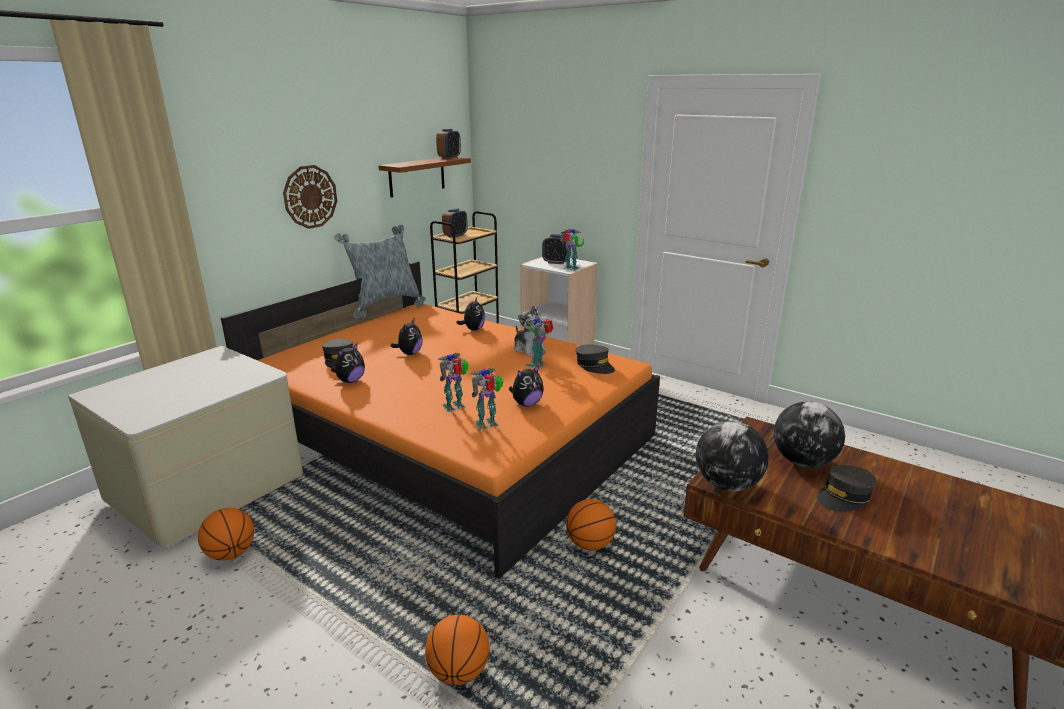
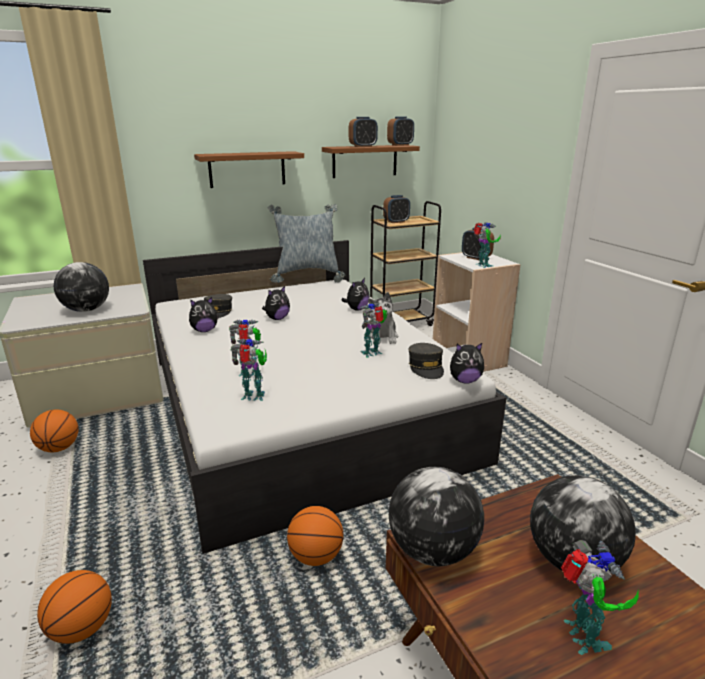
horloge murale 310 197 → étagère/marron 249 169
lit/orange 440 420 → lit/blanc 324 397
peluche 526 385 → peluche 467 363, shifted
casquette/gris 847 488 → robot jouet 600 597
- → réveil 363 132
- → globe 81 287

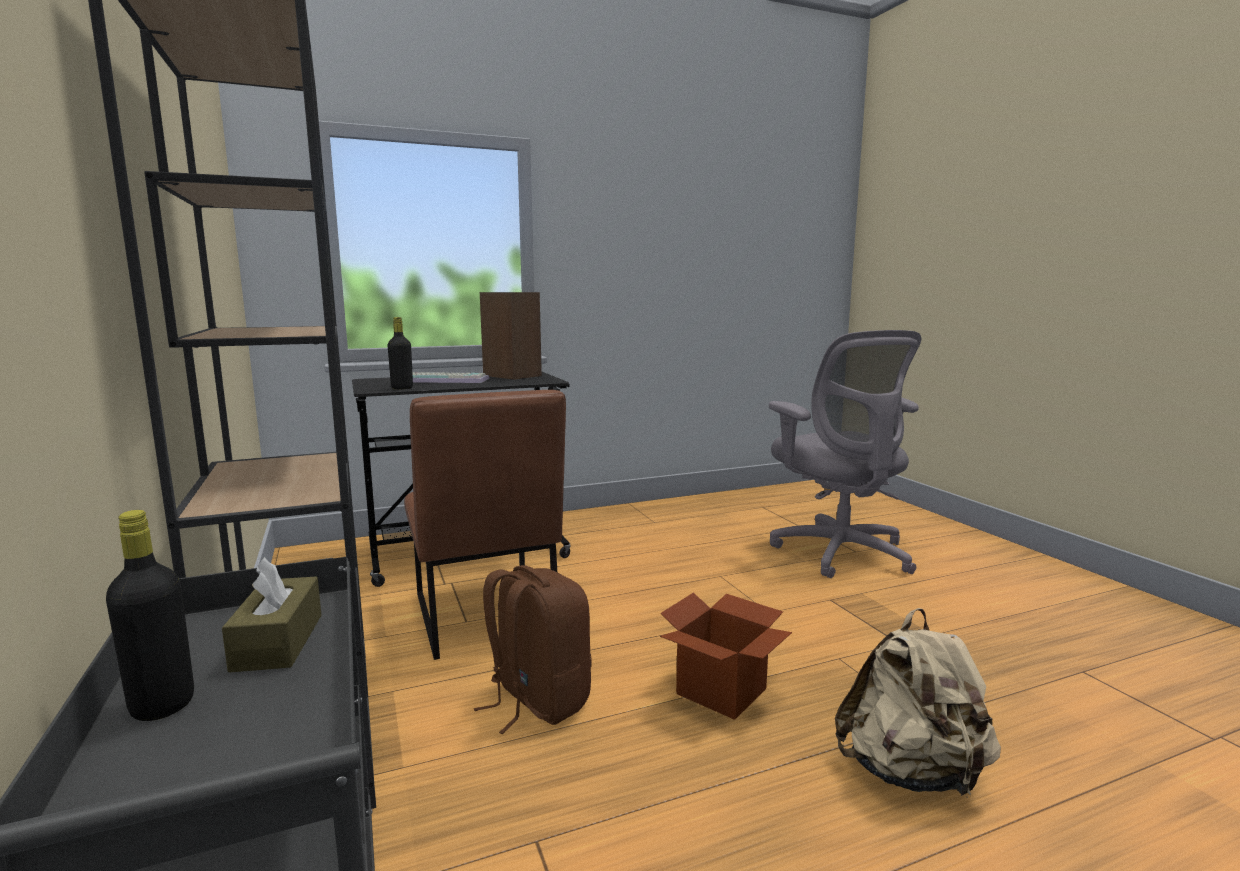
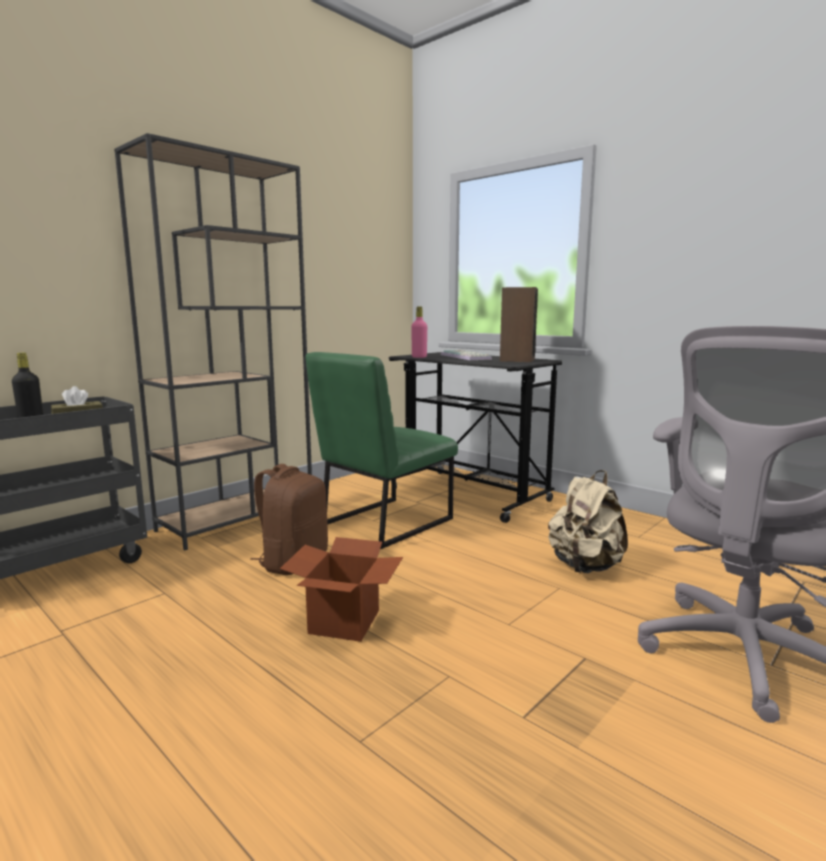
bouteille/noir 400 353 → bouteille/rose 419 332
chaise/marron 485 525 → chaise/vert 382 450
sac à dos/beige 918 703 → sac à dos/beige 588 521, shifted

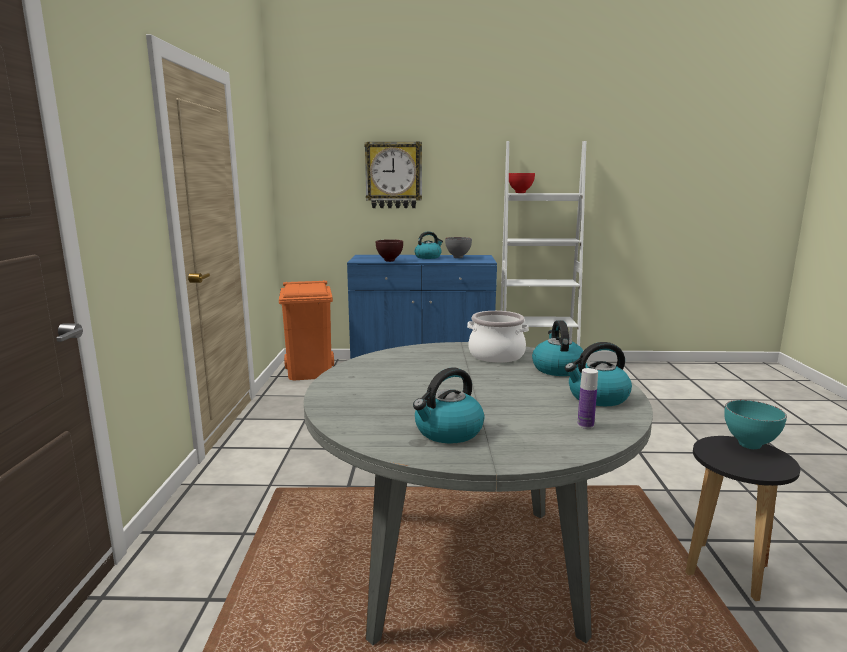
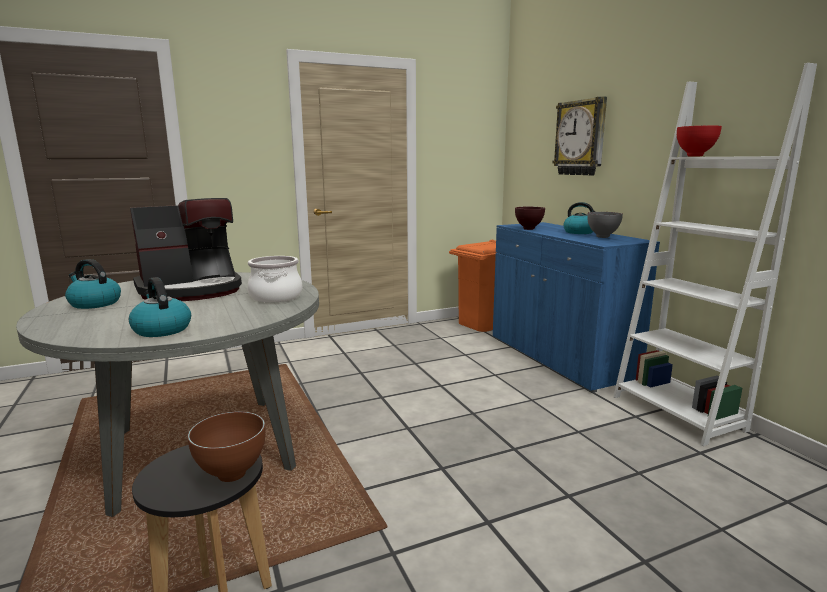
bouilloire 557 348 → -
bouteille 587 398 → -
bol/turquoise 755 424 → bol/marron 226 446
- → machine à café 186 249

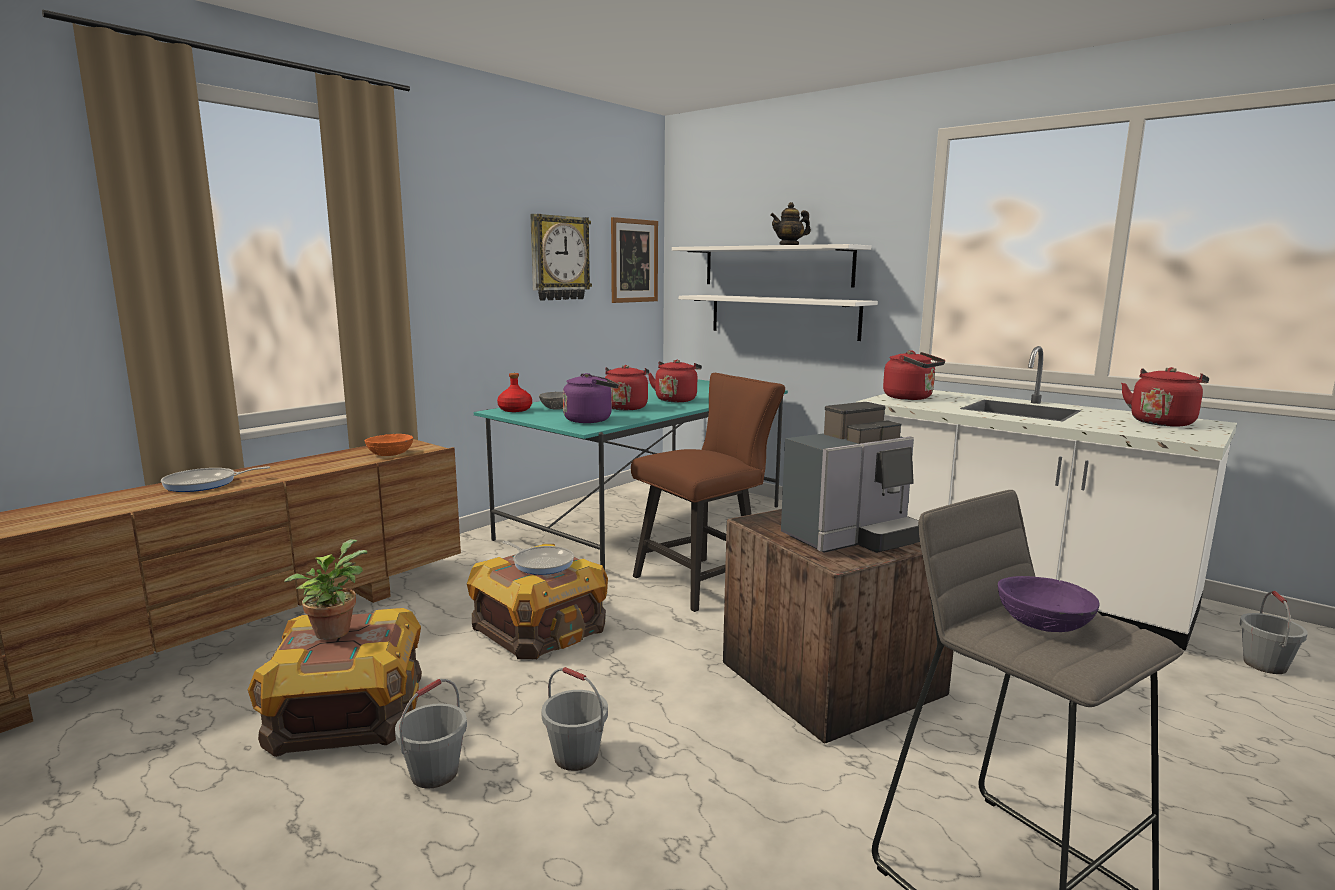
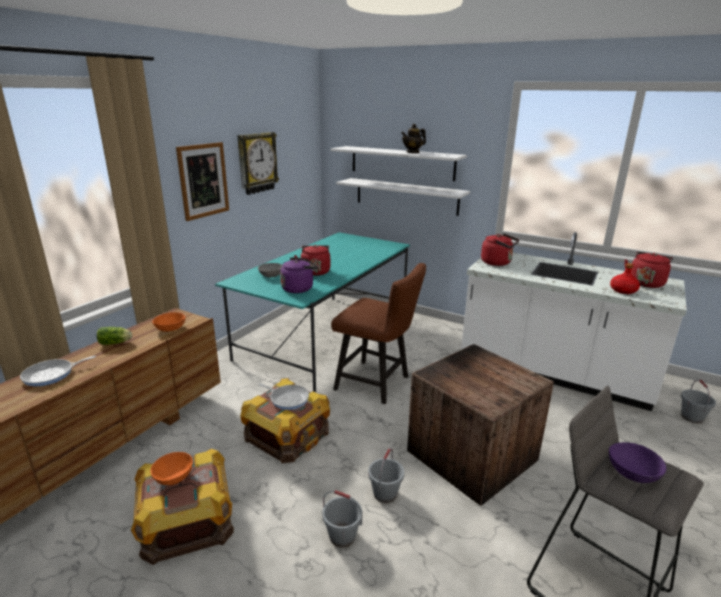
tableau 634 260 → tableau 202 181, shifted
bouilloire/rouge 675 381 → -
bouteille/rouge 514 392 → bouteille/rouge 625 278, shifted
chaise/marron 708 492 → chaise/marron 378 333, 75 degrees clockwise
machine à café 850 477 → -
plante en pot 326 589 → bol/orange 171 468
seau/gris 431 734 → seau/gris 386 475, shifted
- → laitue 114 336

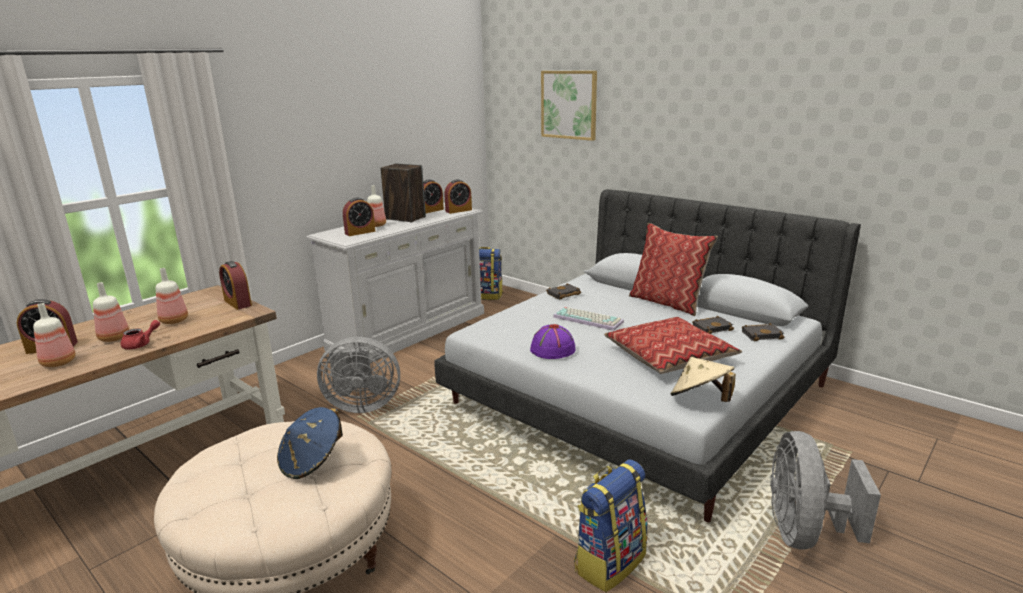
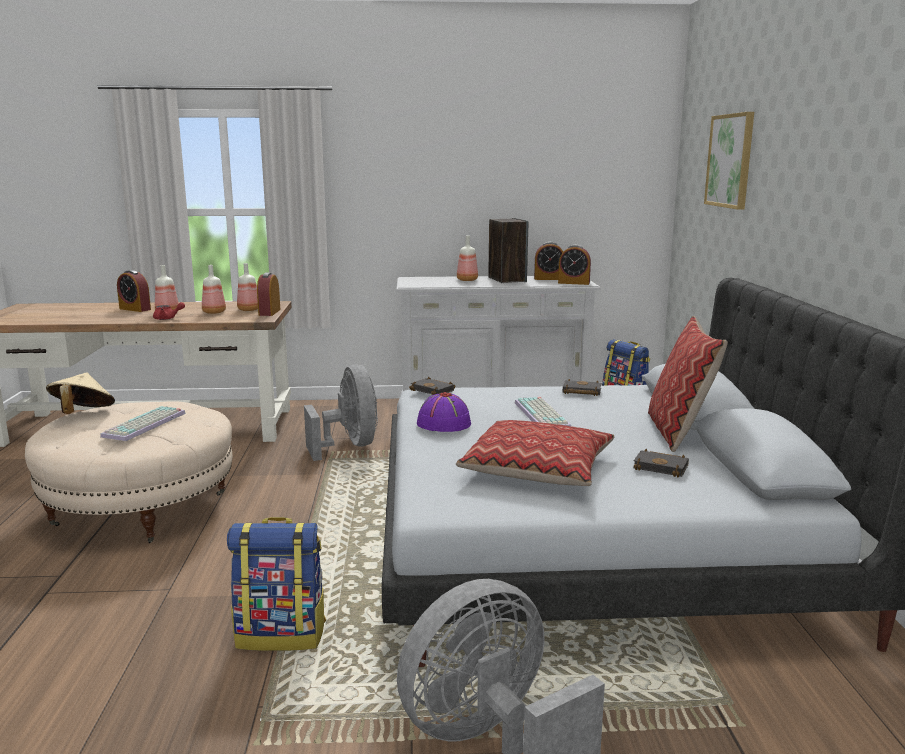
réveil 359 216 → -
bouteille 54 335 → bouteille 247 287, shifted
livre/noir 763 332 → livre/noir 432 386, shifted
ventilateur/gris 358 375 → ventilateur/gris 341 413, 150 degrees counterclockwise
chapeau/beige 703 379 → chapeau/beige 80 393, shifted
chapeau/bleu 310 443 → clavier 143 423

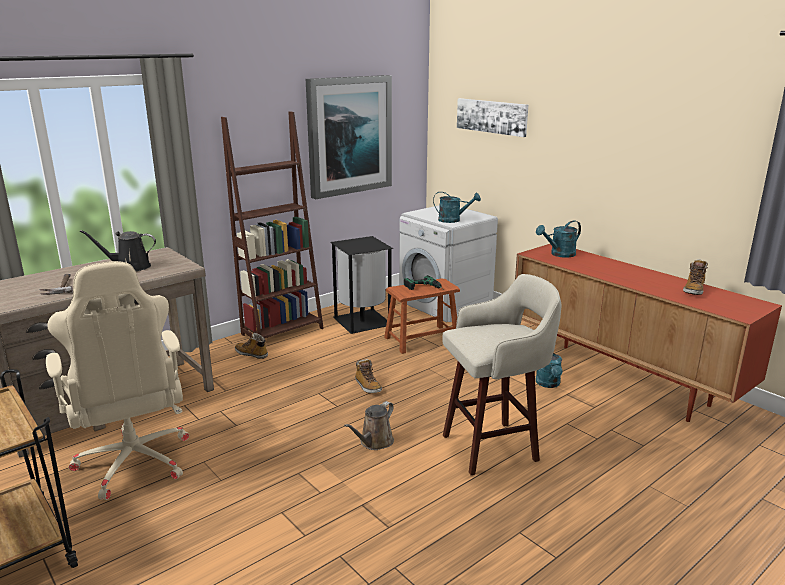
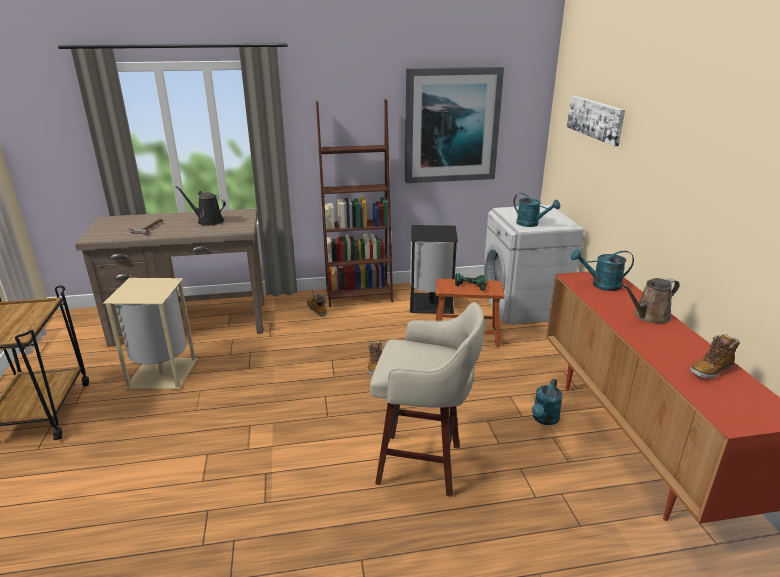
chaise de bureau/beige 117 380 → poubelle/beige 150 333
arrosoir/marron 369 425 → arrosoir/marron 651 300, shifted

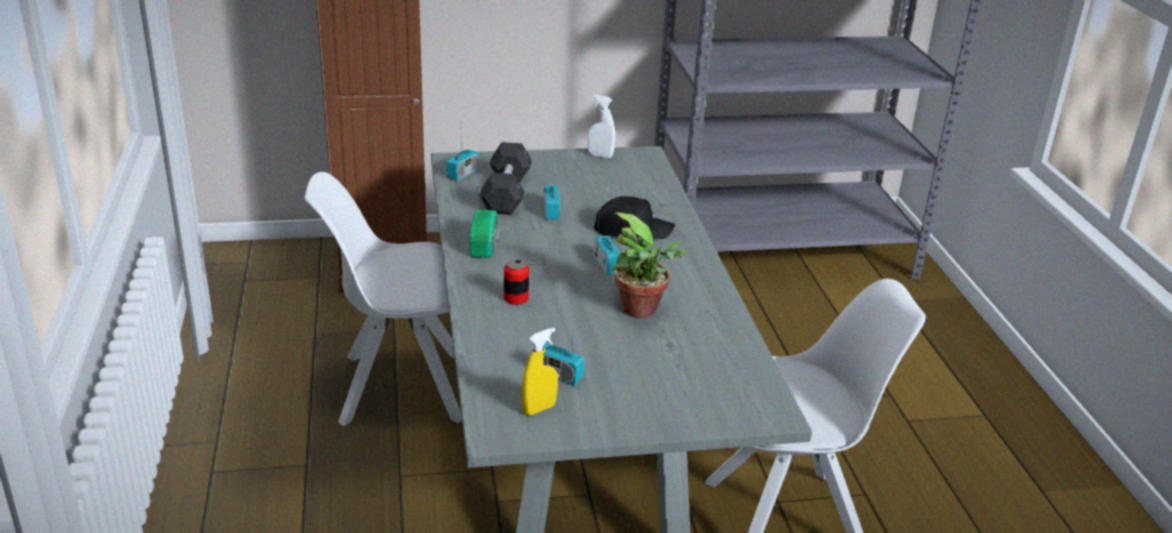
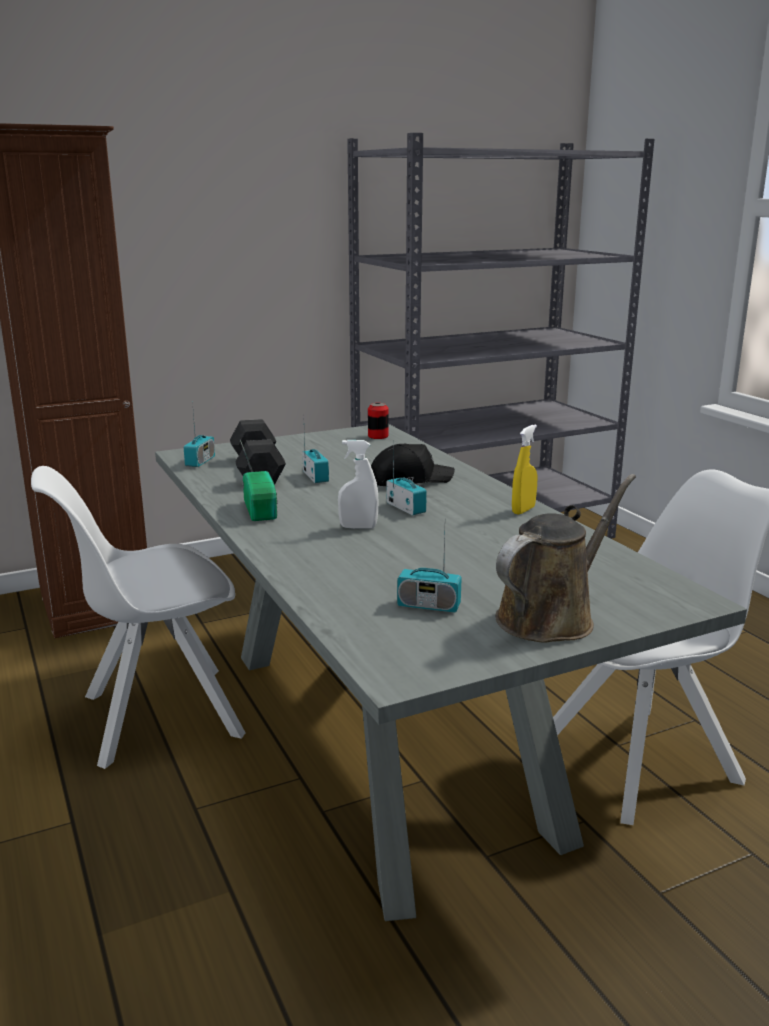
vaporisateur/blanc 601 126 → vaporisateur/blanc 358 484, shifted
plante en pot 648 265 → -
boîte métallique 516 282 → boîte métallique 378 421, shifted
vaporisateur/jaune 539 371 → vaporisateur/jaune 525 469, shifted
- → arrosoir/marron 565 558

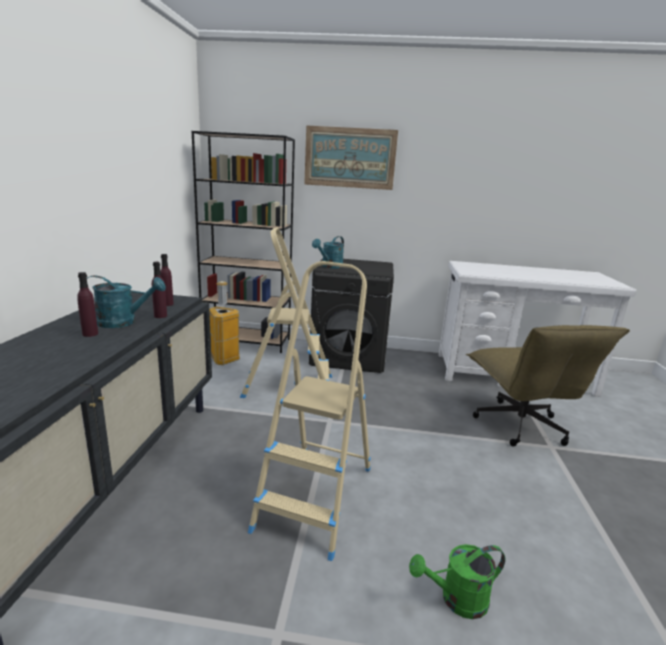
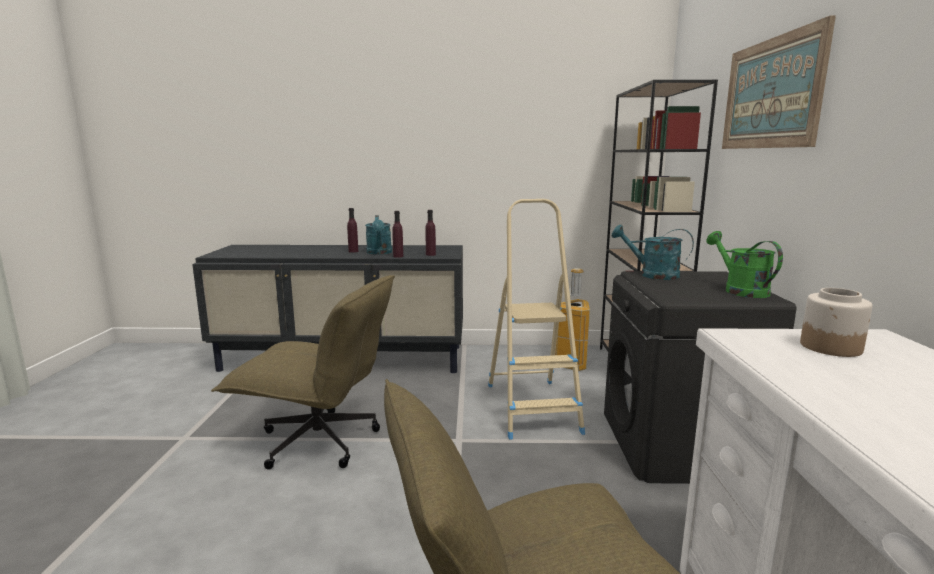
escabeau/beige 309 411 → chaise de bureau/beige 303 372
arrosoir/vert 457 581 → arrosoir/vert 744 264, shifted
- → bocal 836 322

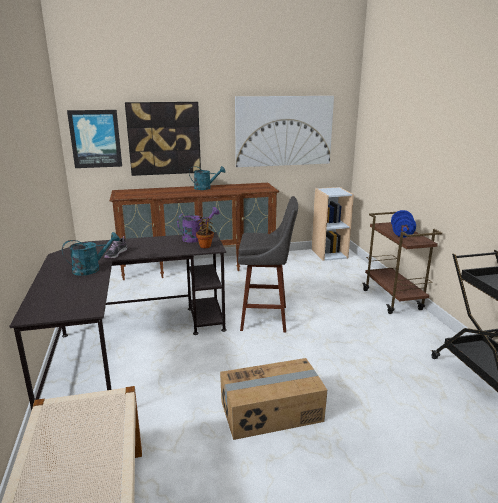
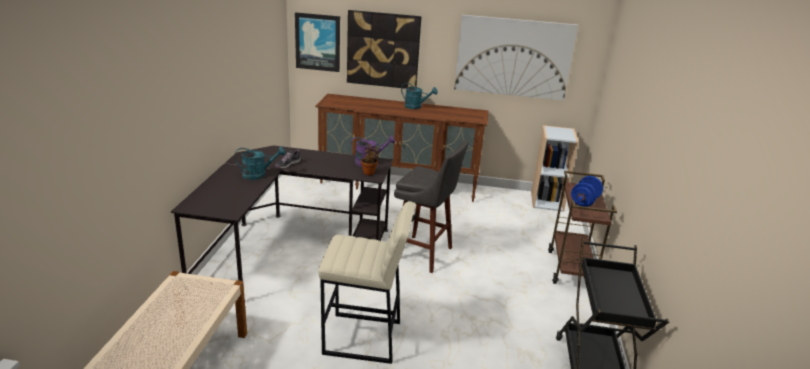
carton 273 399 → tabouret/beige 367 282

